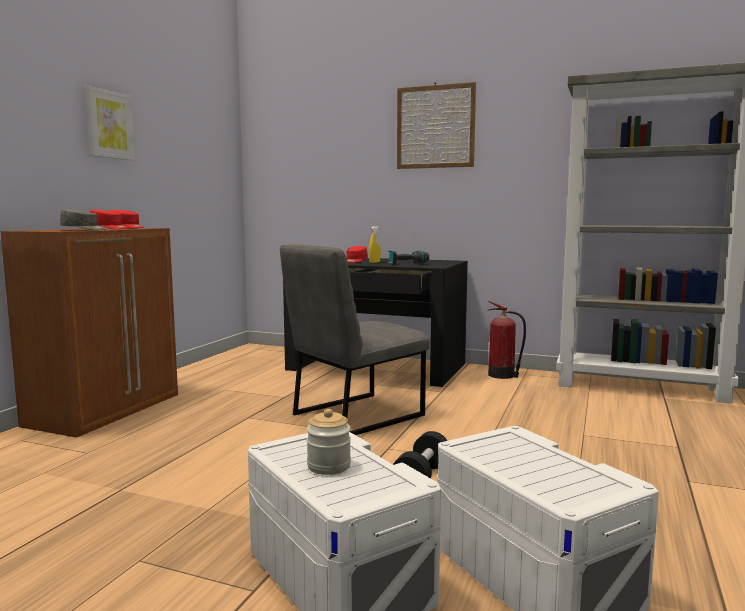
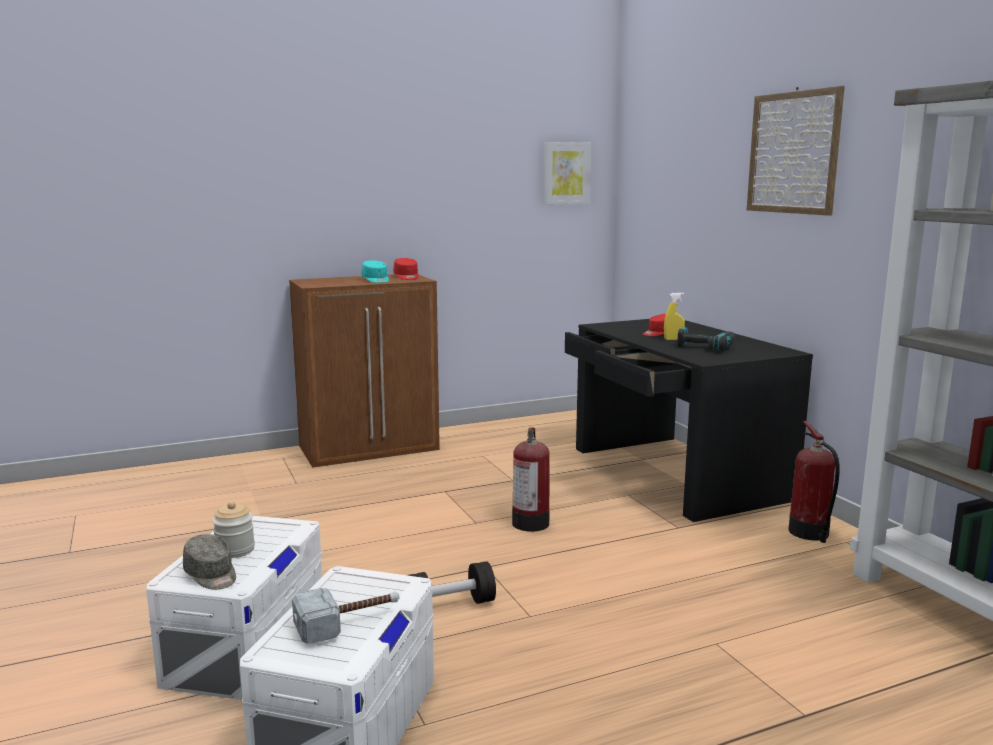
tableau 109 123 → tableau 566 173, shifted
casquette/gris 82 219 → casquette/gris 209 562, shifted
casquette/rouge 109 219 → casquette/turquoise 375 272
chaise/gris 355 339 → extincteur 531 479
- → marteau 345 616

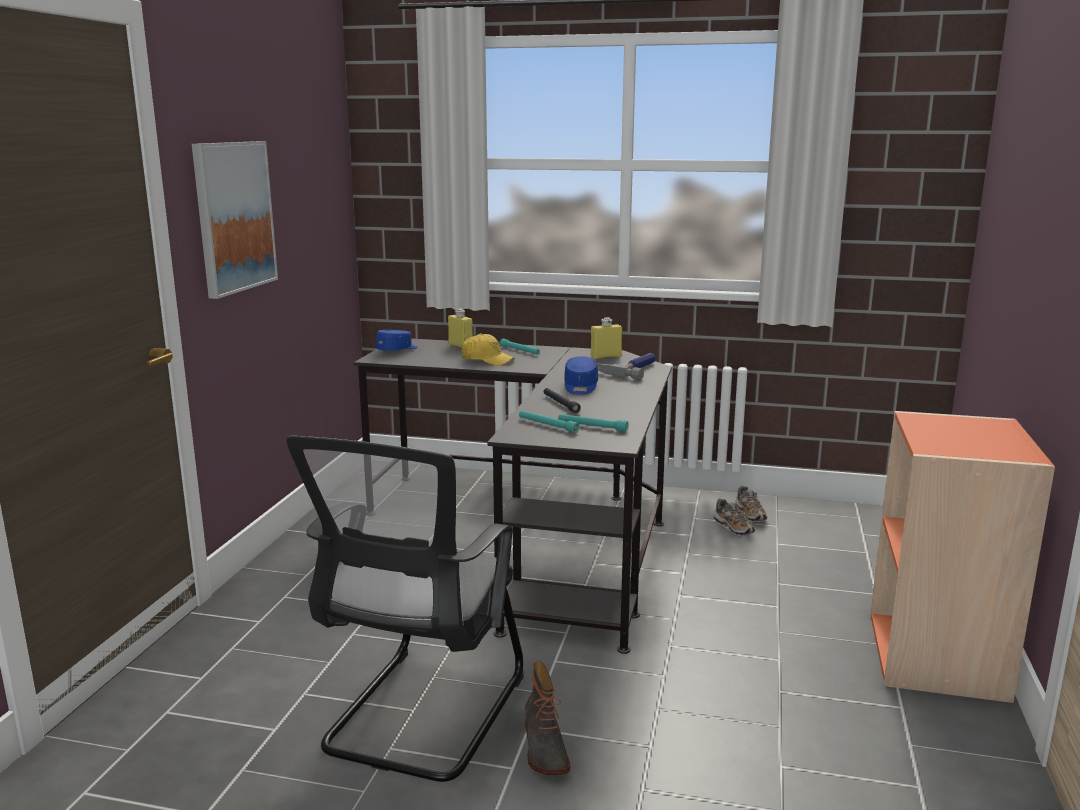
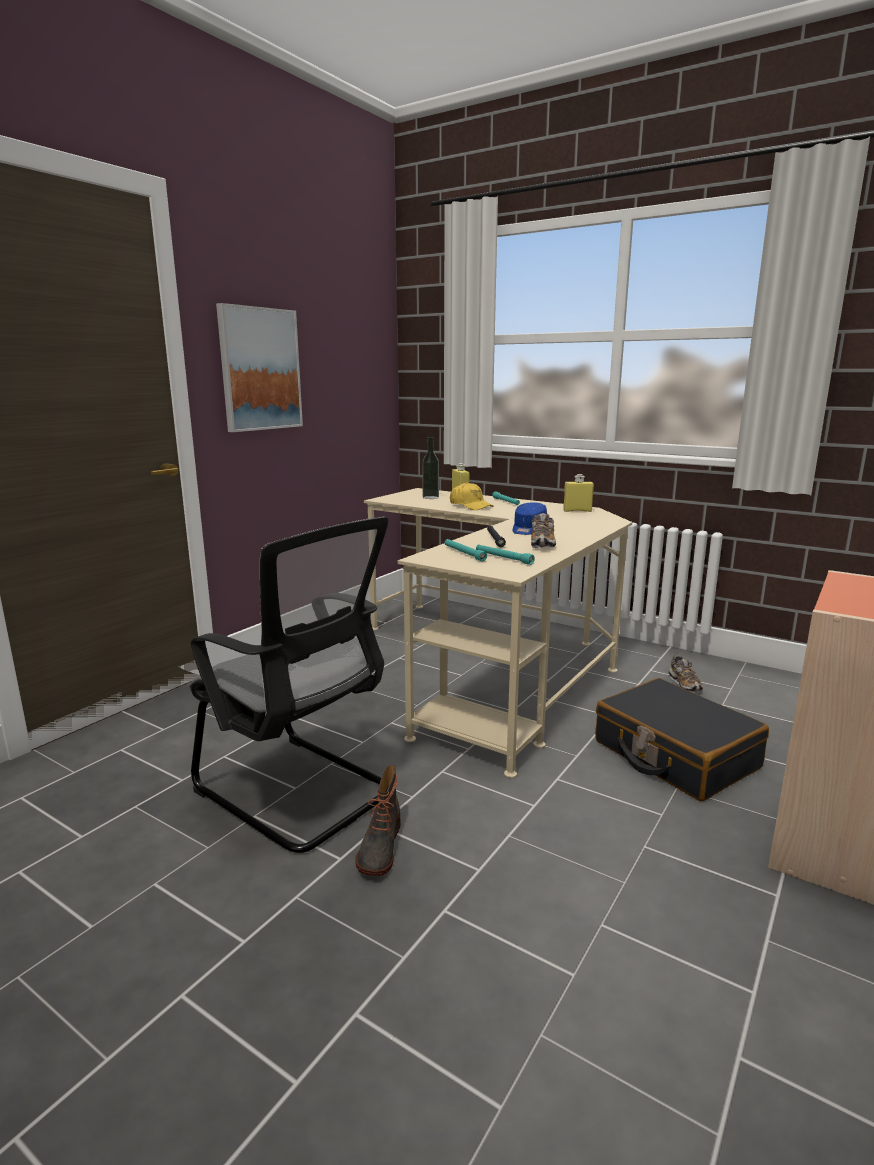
casquette/bleu 396 340 → -
bureau/noir 513 496 → bureau/beige 498 633
marteau 626 366 → -
chaise 405 609 → chaise 289 685, 90 degrees counterclockwise
chaussure 751 503 → chaussure 543 530, shifted
- → bouteille 430 468
- → valise/noir 682 739

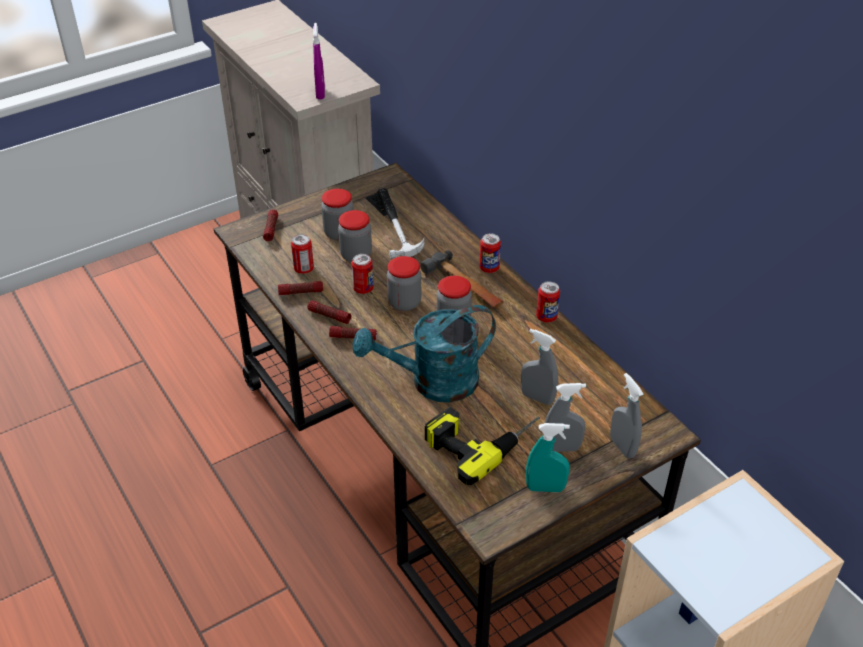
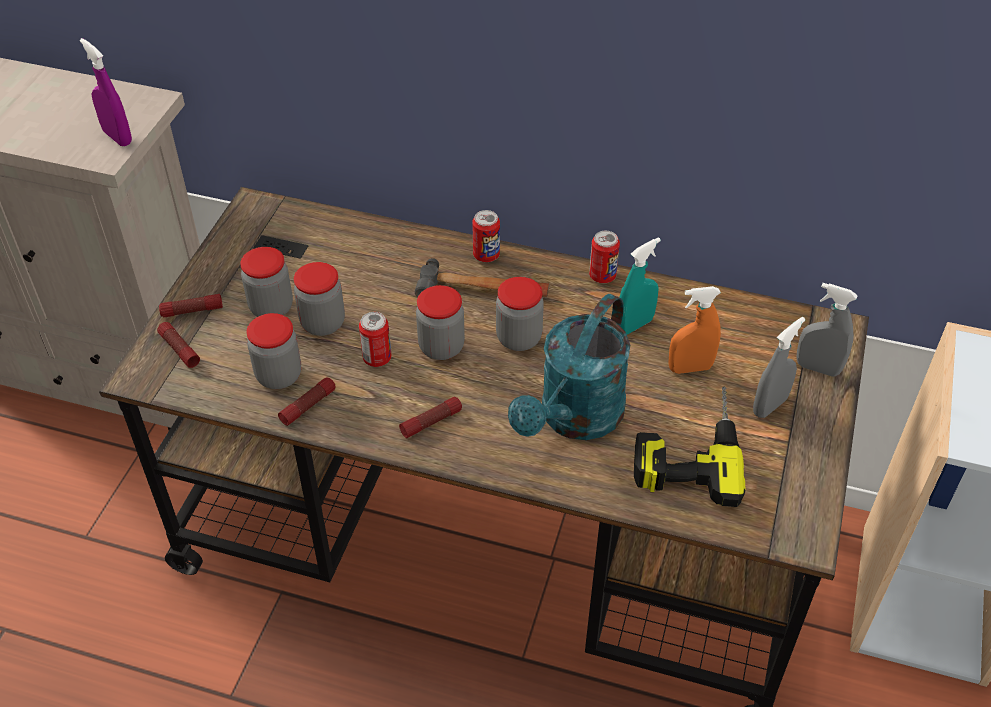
marteau 401 223 → -
boîte métallique 302 254 → bocal 273 351
lampe de poche 329 312 → lampe de poche 191 305, shifted
vaporisateur/gris 539 367 → vaporisateur/orange 694 330
vaporisateur/turquoise 548 457 → vaporisateur/turquoise 640 285, shifted

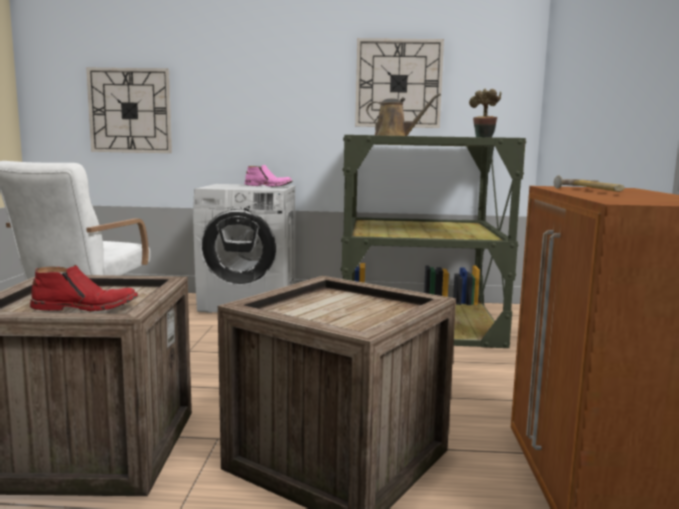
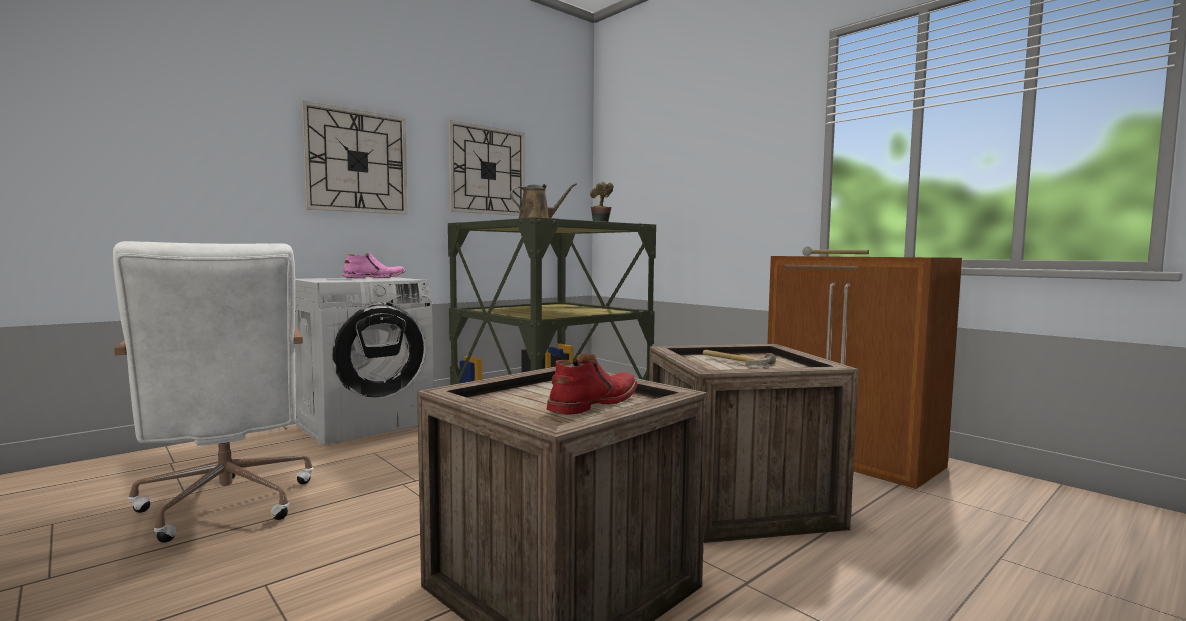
horloge murale 129 110 → horloge murale 355 158, shifted
- → marteau 739 358

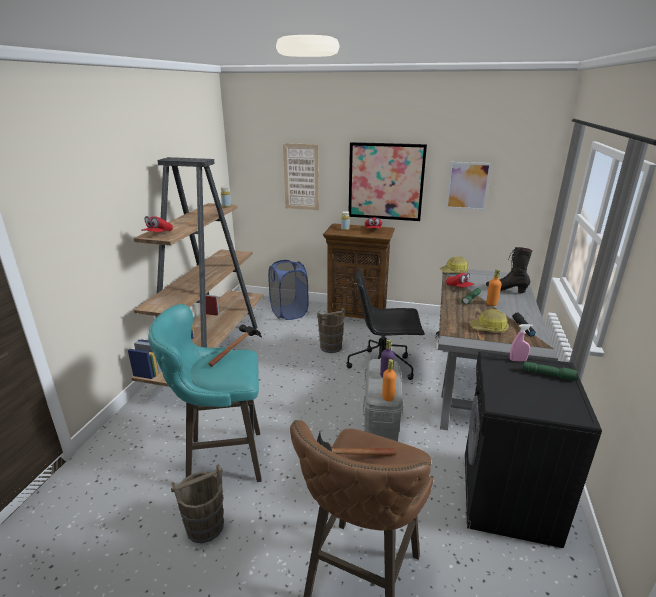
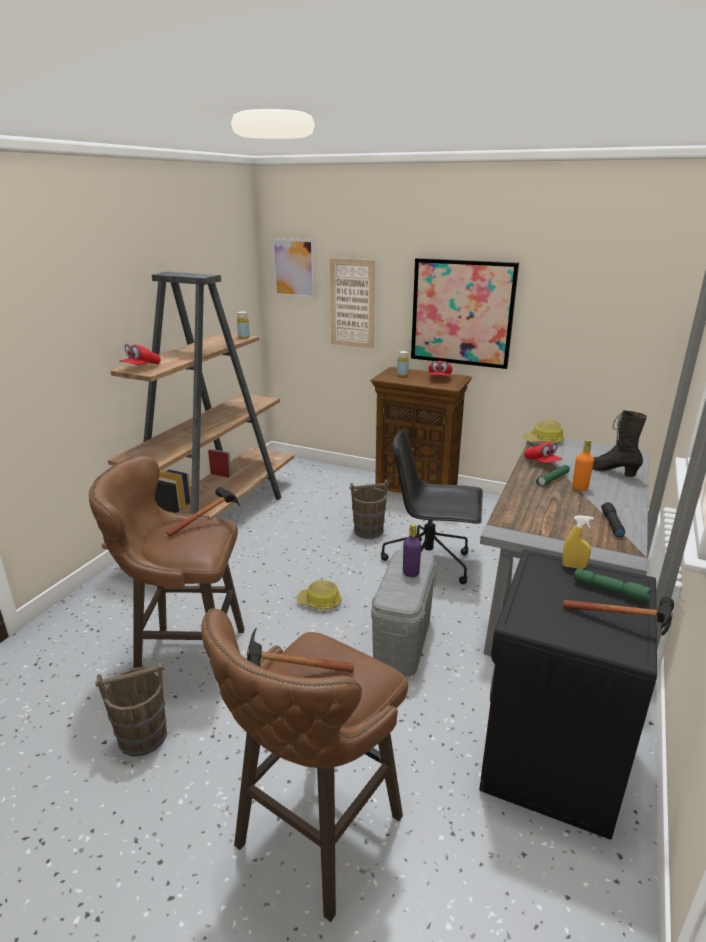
tableau 469 186 → tableau 293 268, shifted
panier à linge/bleu 288 290 → -
tabouret/turquoise 205 393 → tabouret/marron 167 561
casque de chantier 489 320 → casque de chantier 319 595, shifted
vaporisateur/rose 521 343 → vaporisateur/jaune 578 542
bouteille/orange 389 380 → -
- → marteau 618 616

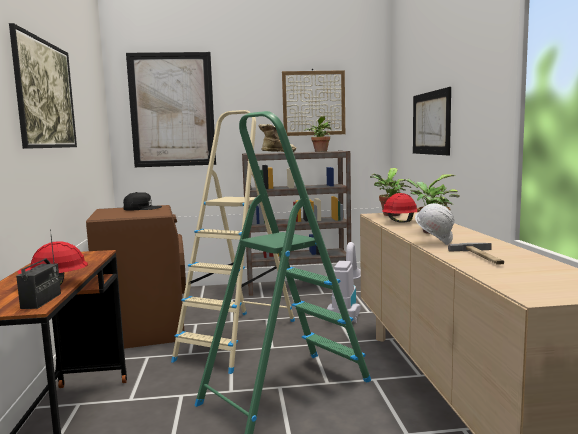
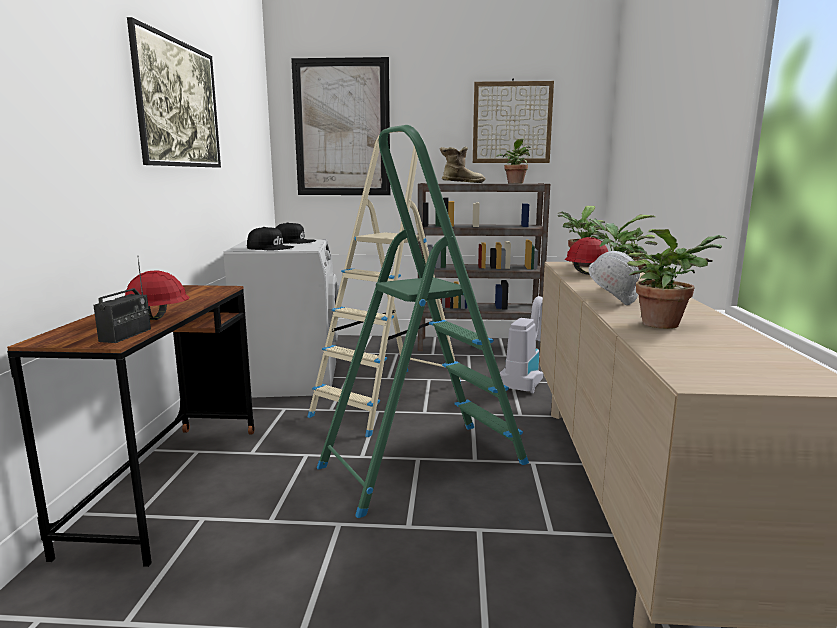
tableau 432 121 → -
lave-linge/marron 136 277 → lave-linge/blanc 281 318
marteau 476 254 → plante en pot 676 279
- → casquette/noir 270 238

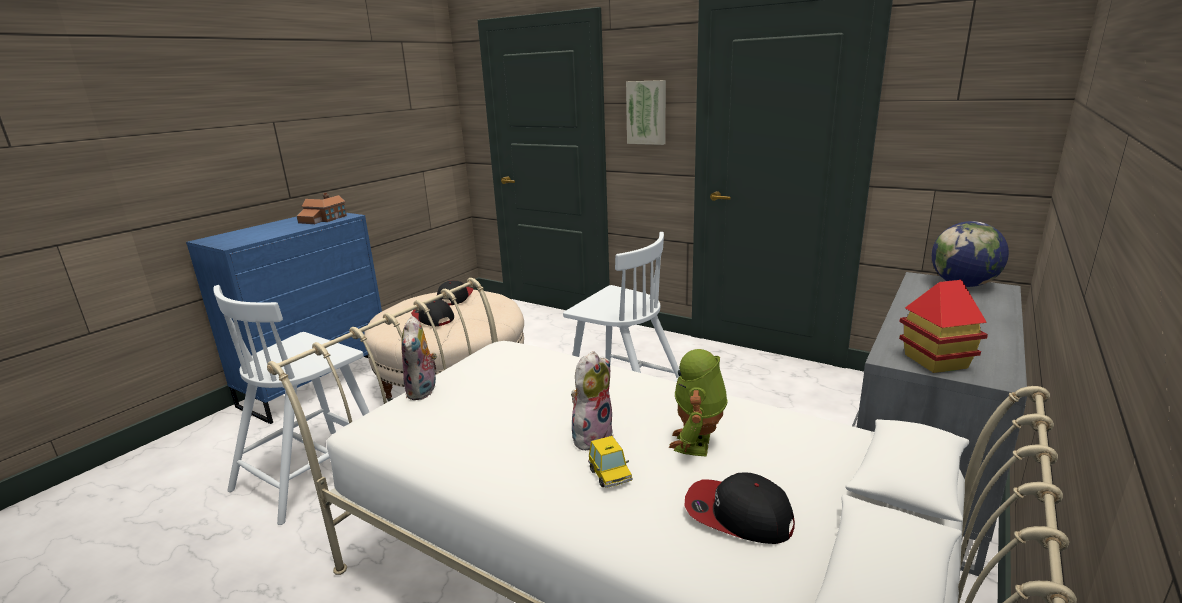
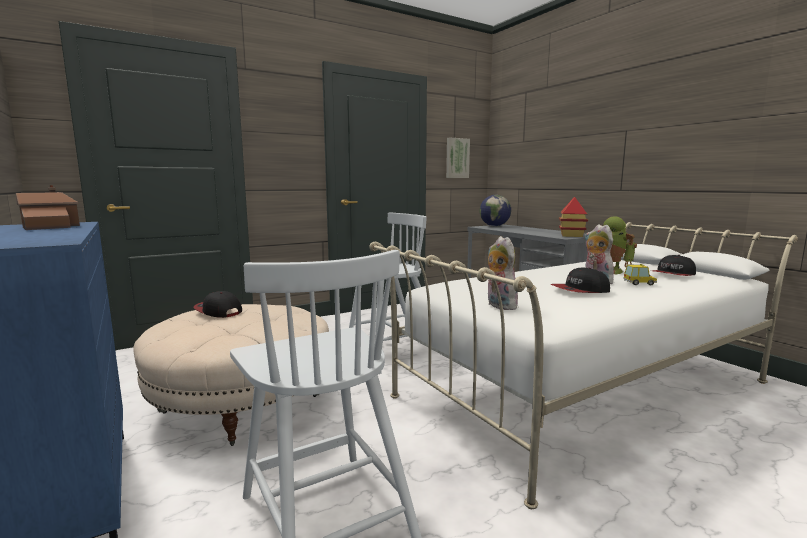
tableau 646 112 → tableau 458 157, shifted
casquette 432 312 → casquette 580 280, shifted
peluche 419 358 → peluche 503 273, 135 degrees counterclockwise

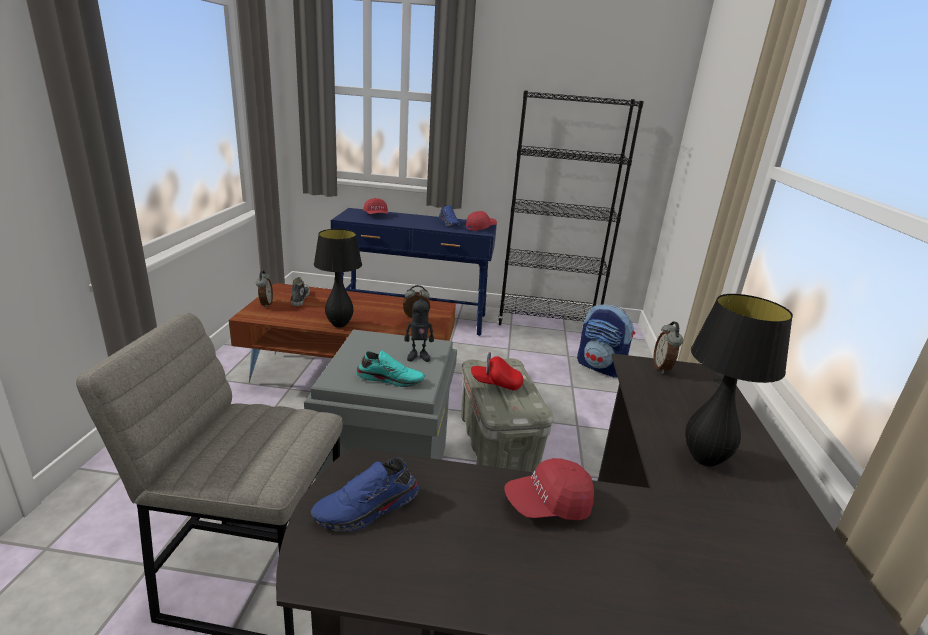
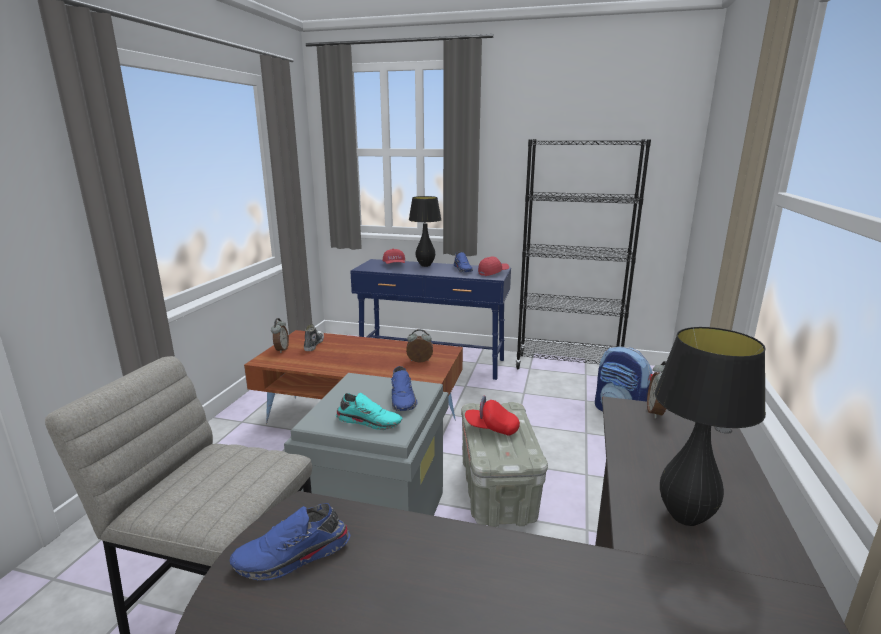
lampe de table/noir 338 278 → lampe de table/noir 425 231, shifted
robot jouet 419 326 → chaussure/bleu 404 388
casquette/rouge 549 489 → -

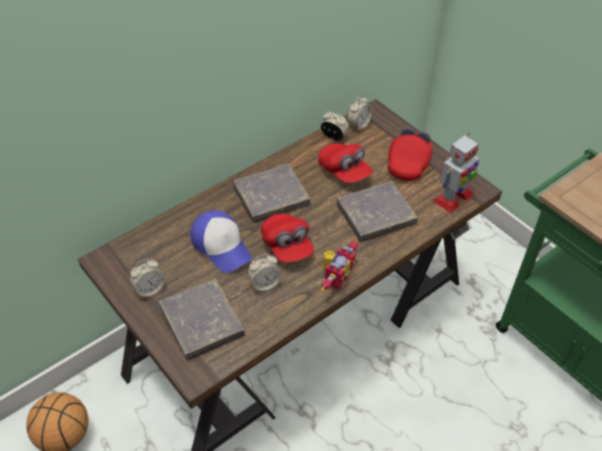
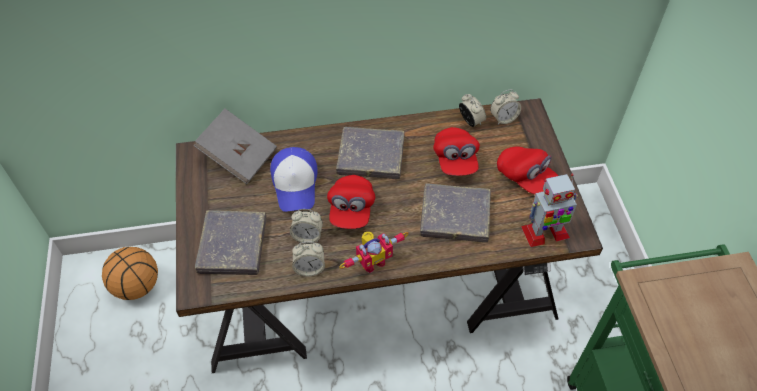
casquette/rouge 410 154 → casquette/rouge 527 170, 90 degrees clockwise
réveil 147 279 → réveil 308 259, shifted
- → livre/gris 235 146

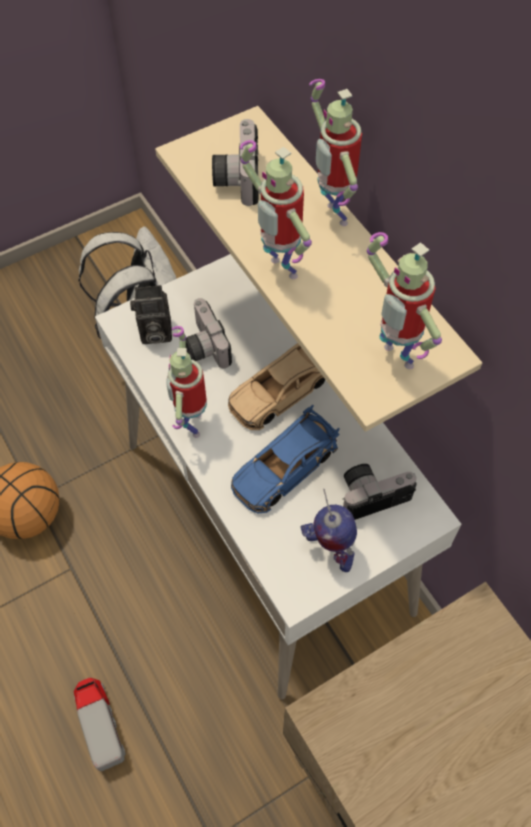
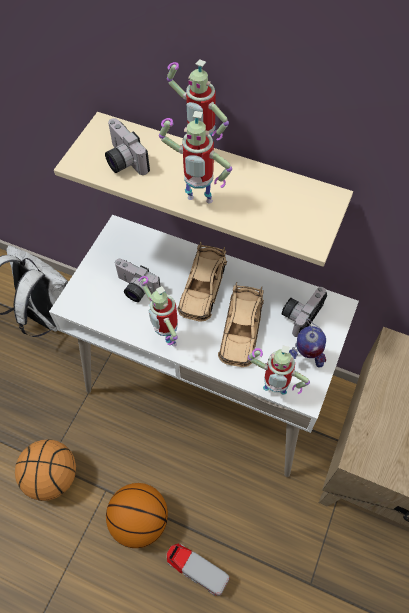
robot jouet 404 300 → robot jouet 279 370, shifted
appareil photo 151 314 → -
petite voiture/bleu 285 458 → petite voiture/beige 241 324
- → ballon de basket 137 515

